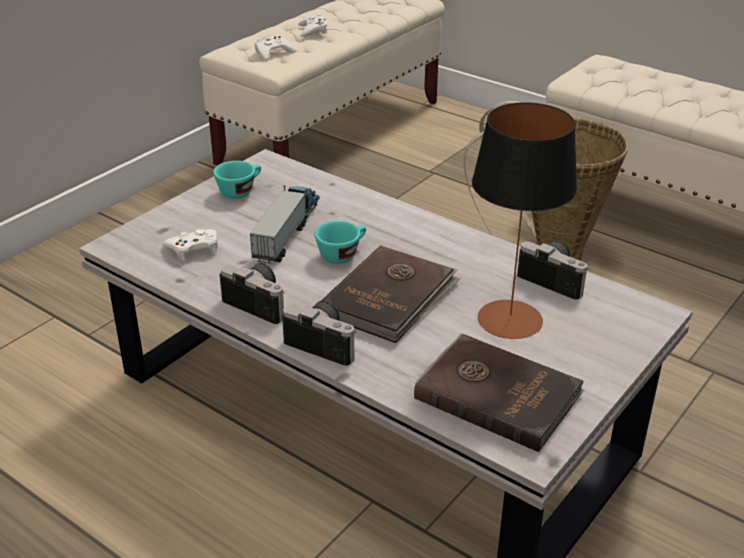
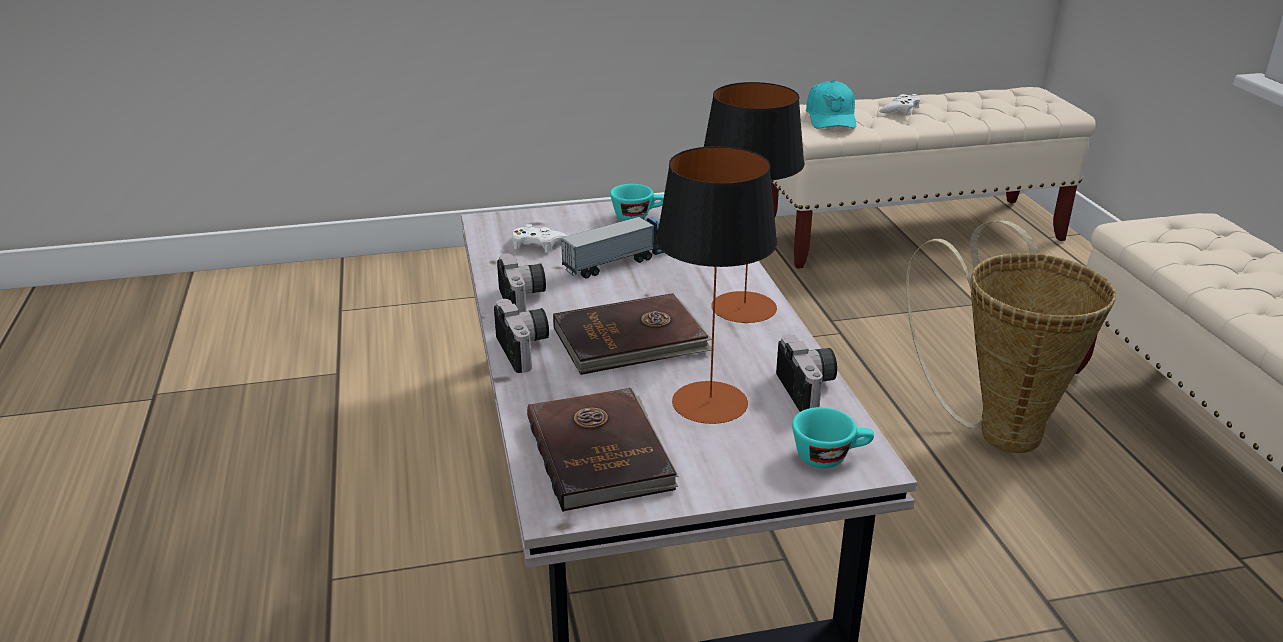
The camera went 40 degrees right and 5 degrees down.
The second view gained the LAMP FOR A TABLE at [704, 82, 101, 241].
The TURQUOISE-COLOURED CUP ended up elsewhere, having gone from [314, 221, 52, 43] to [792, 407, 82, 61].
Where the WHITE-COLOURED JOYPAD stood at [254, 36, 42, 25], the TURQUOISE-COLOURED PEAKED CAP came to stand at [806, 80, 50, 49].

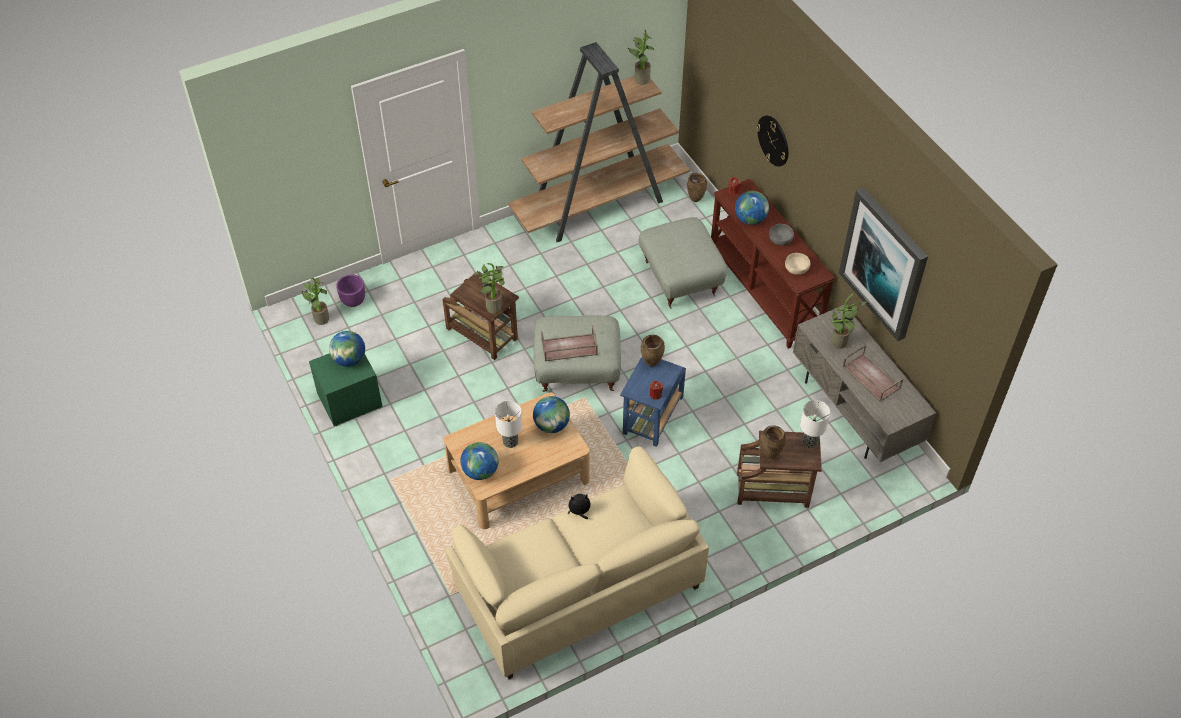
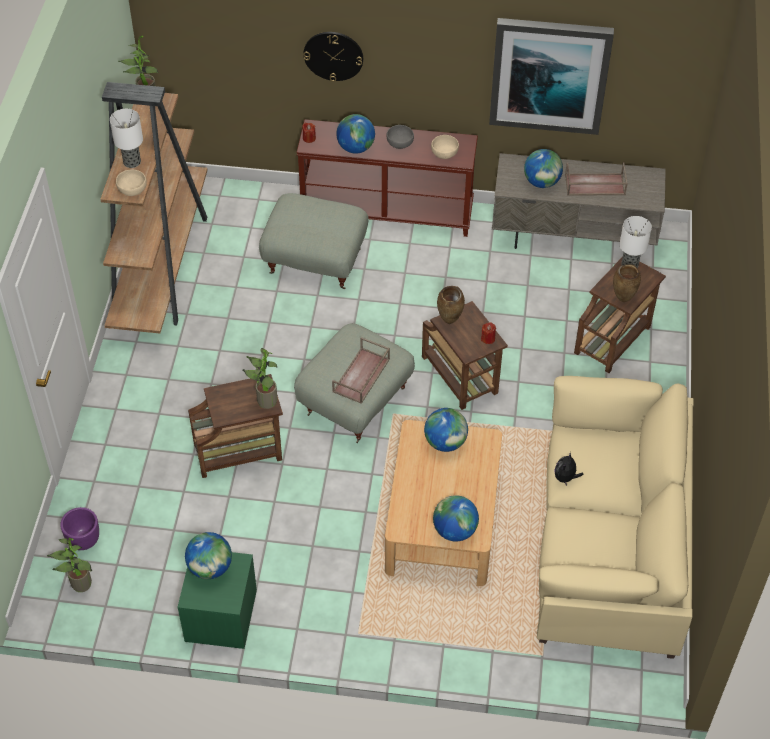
The camera went 55 degrees left and 0 degrees up.
The second view lost the BROWNISH VASE at [687, 173, 20, 29].
The second view gained the BEIGE BOWL at [116, 170, 31, 26].
The LAMP FOR A TABLE ended up elsewhere, having gone from [495, 401, 27, 47] to [110, 109, 33, 59].
Where the HOUSEPLANT stood at [831, 293, 36, 56], the DESK GLOBE came to stand at [524, 149, 39, 39].
What was the BLUISH ACCENT TABLE at [620, 357, 66, 90] turned into the BROWNISH ACCENT TABLE at [422, 301, 86, 109].

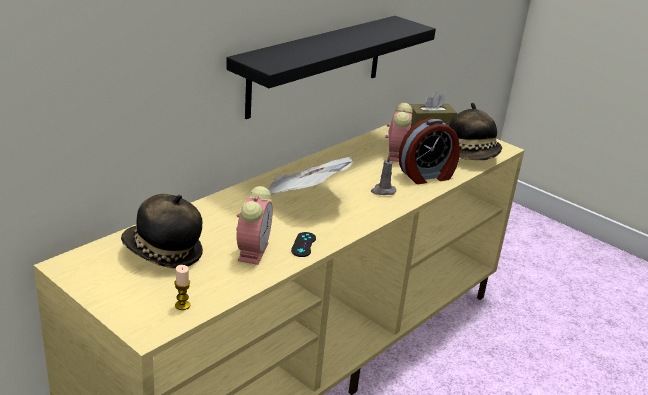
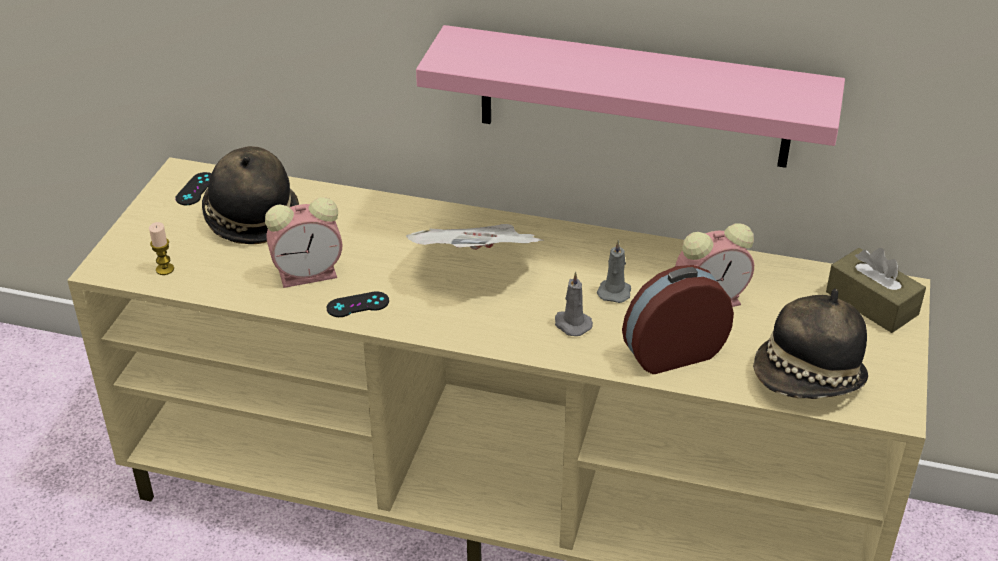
The camera went 65 degrees right and 10 degrees up.
The second view gained the BLACK JOYPAD at [175, 172, 37, 33].
The second view gained the GREYISH WAX CANDLE at [597, 239, 34, 64].
What was the BLACK SHELF at [226, 16, 210, 103] turned into the PINK SHELF at [416, 25, 429, 143].
The ALARM CLOCK at [398, 118, 62, 66] ended up facing another way, 120 degrees clockwise from before.

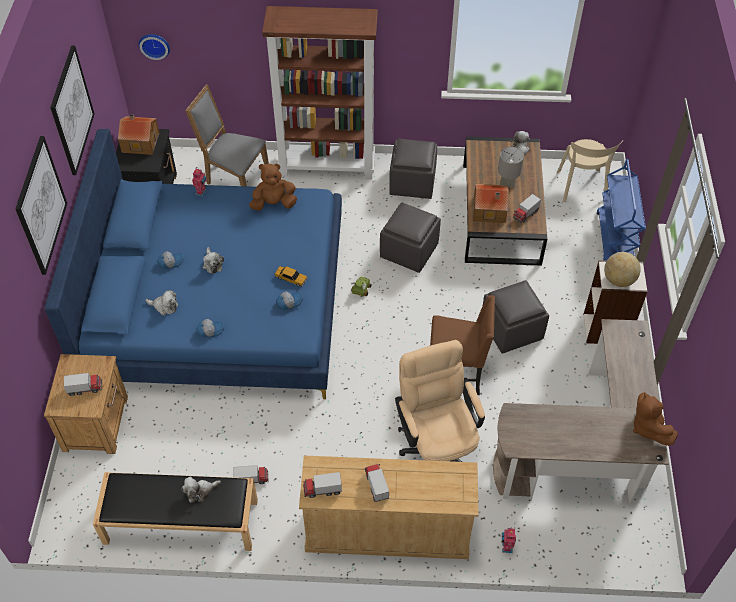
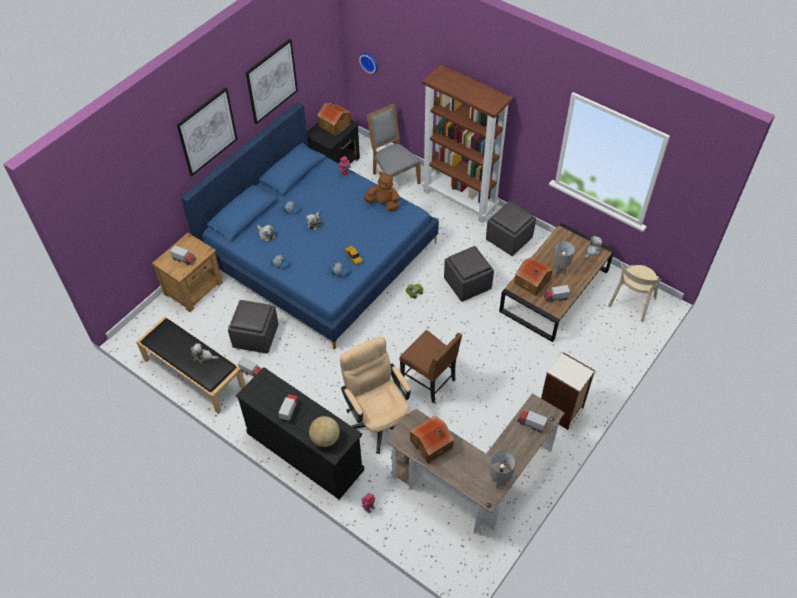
The camera went 35 degrees right and 0 degrees up.
The second view lost the BLUISH CART at [597, 159, 49, 101].
The second view gained the MODEL HOUSE at [410, 416, 44, 47].
The MODEL TRUCK ended up elsewhere, having gone from [303, 472, 39, 26] to [517, 410, 31, 23].
The GREYISH POUFFE ended up elsewhere, having gone from [482, 280, 67, 73] to [228, 300, 50, 54].
The DESK GLOBE ended up elsewhere, having gone from [604, 252, 37, 35] to [309, 416, 31, 31].
Where the BROWNISH CUDDLY TOY stood at [633, 392, 45, 54], the GREYISH LAMP FOR A TABLE came to stand at [489, 451, 26, 38].
What was the BEIGE CHEST OF DRAWERS at [299, 456, 180, 103] turned into the BLACK CHEST OF DRAWERS at [236, 367, 128, 132].
The BEIGE COMPUTER CHAIR at [395, 340, 90, 122] ended up facing another way, 45 degrees counterclockwise from before.

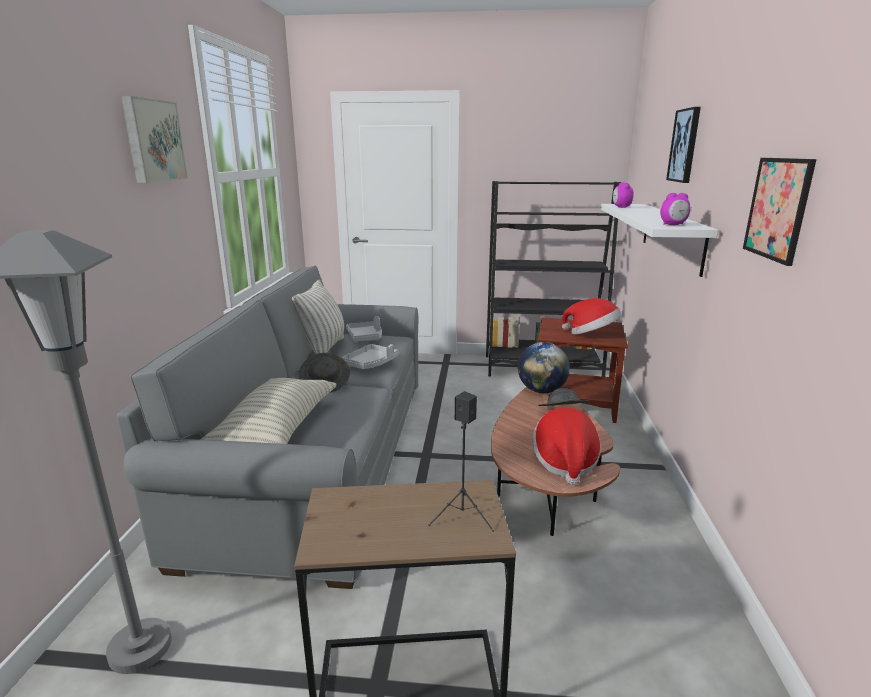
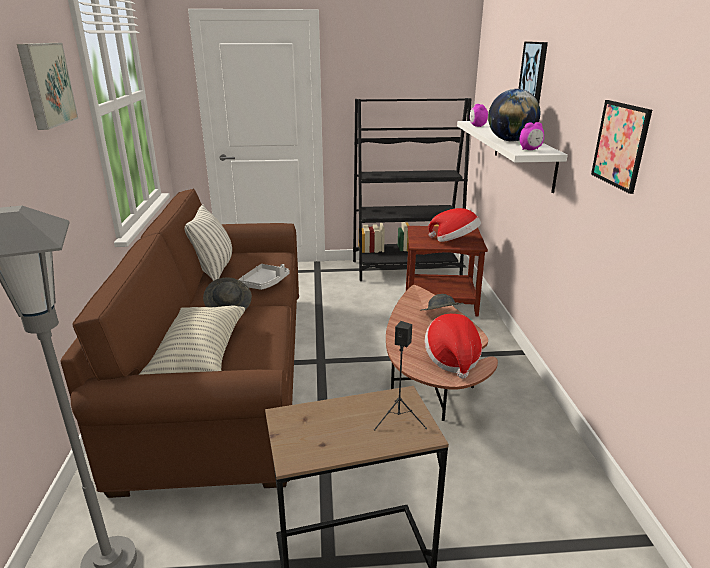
The camera went 10 degrees left and 5 degrees up.
The second view lost the GREYISH CARRYING TRAY at [346, 316, 36, 26].
The DESK GLOBE ended up elsewhere, having gone from [518, 342, 52, 51] to [488, 89, 52, 53].
What was the GREYISH SOFA at [117, 265, 302, 324] turned into the BROWNISH SOFA at [61, 189, 238, 309].

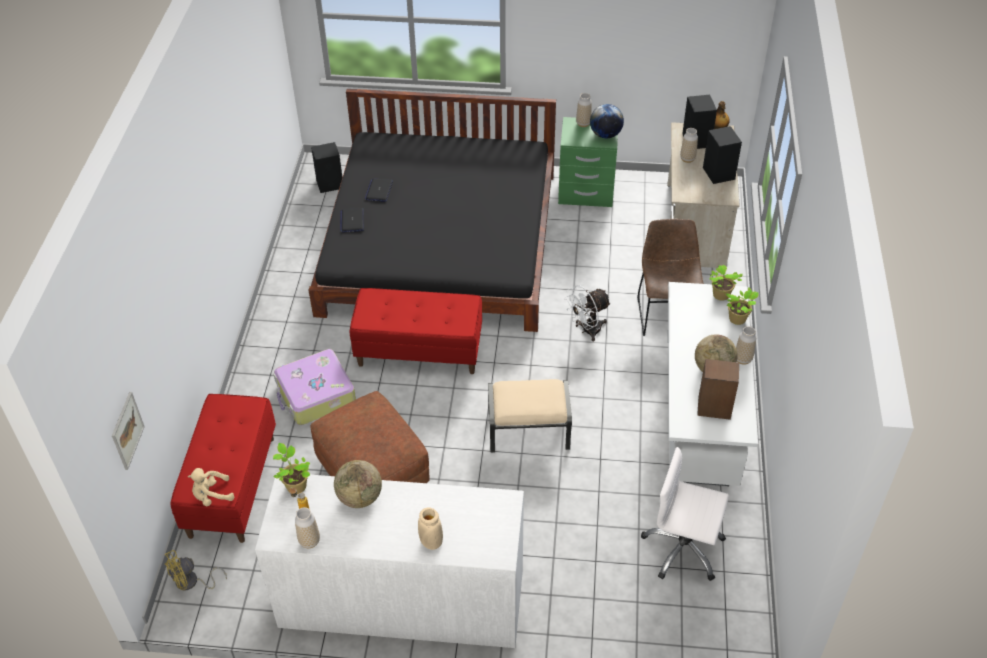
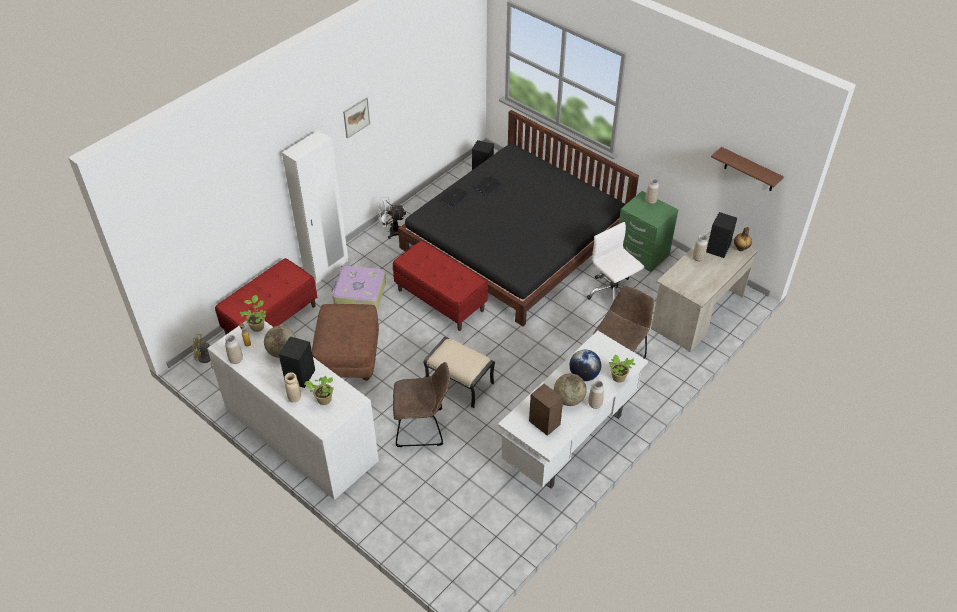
The camera went 35 degrees right and 0 degrees up.
The second view lost the BEIGE CUDDLY TOY at [188, 468, 46, 38].
The second view gained the WHITE-COLOURED ARMOIRE at [282, 130, 66, 154].
The second view gained the BROWNISH UPRIGHT CHAIR at [393, 362, 57, 85].
The second view gained the BROWNISH SHELF at [711, 147, 73, 44].
The WALL PICTURE ended up elsewhere, having gone from [112, 392, 33, 78] to [343, 97, 27, 42].
The WHITE-COLOURED COOLING FAN ended up elsewhere, having gone from [564, 285, 47, 56] to [378, 197, 28, 42].
The DESK GLOBE ended up elsewhere, having gone from [590, 104, 34, 34] to [569, 350, 32, 31].
The WHITE-COLOURED COMPUTER CHAIR ended up elsewhere, having gone from [641, 447, 88, 134] to [587, 222, 57, 79].
The BLACK AUDIO SPEAKER ended up elsewhere, having gone from [703, 126, 39, 58] to [279, 336, 36, 52].
The HOUSEPLANT ended up elsewhere, having gone from [709, 264, 34, 37] to [304, 376, 30, 29].

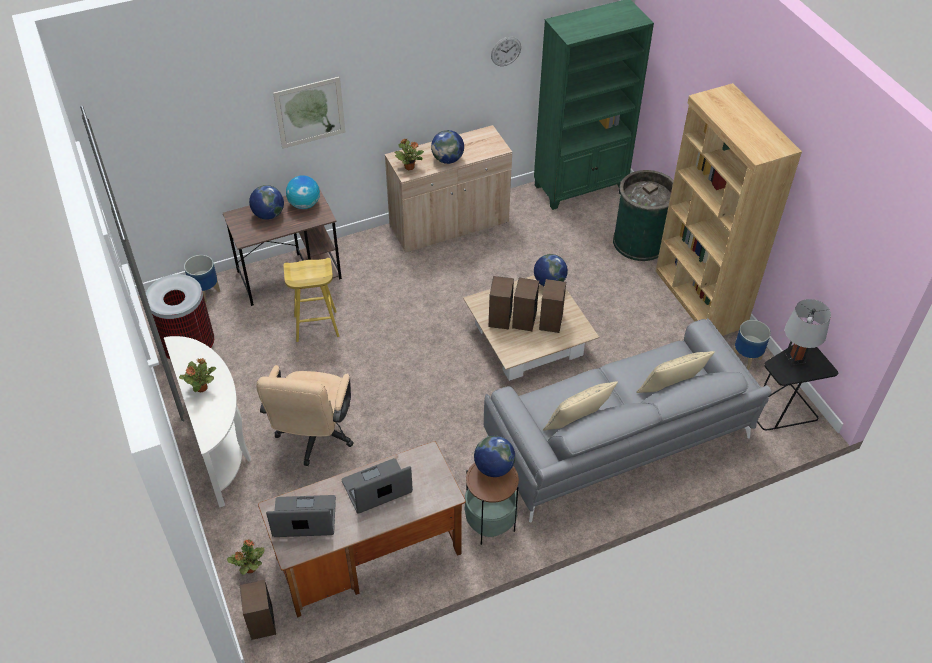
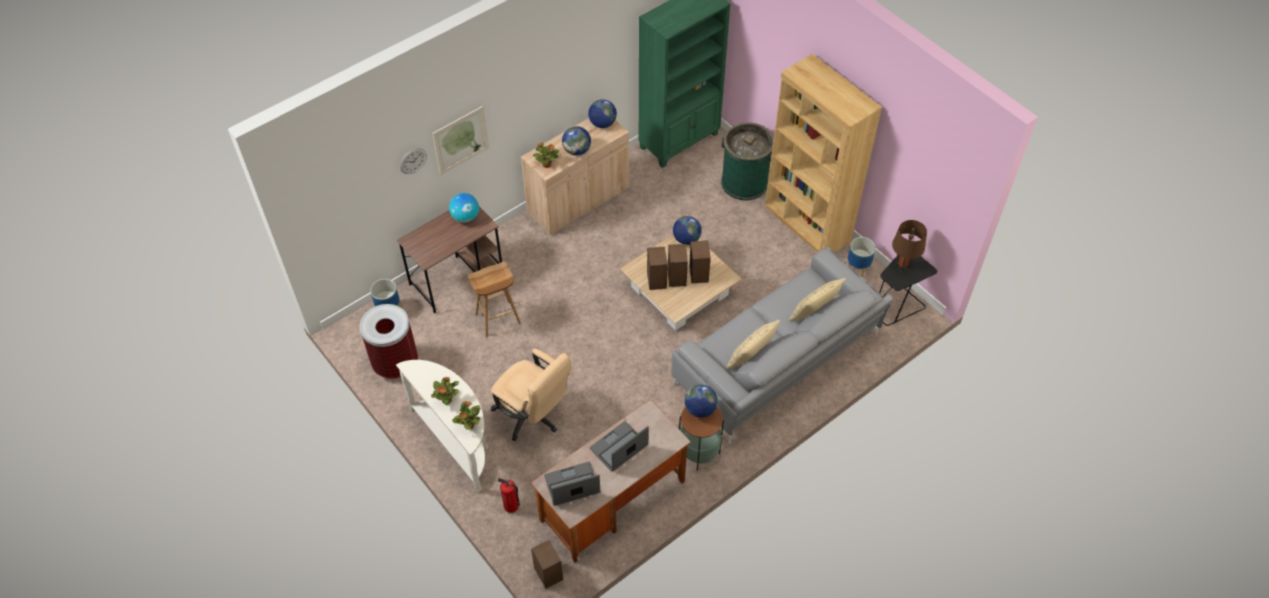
The camera went 15 degrees left and 5 degrees up.
The second view gained the EXTINGUISHER at [498, 477, 22, 36].
The HOUSEPLANT ended up elsewhere, having gone from [227, 539, 38, 36] to [452, 401, 29, 29].
The DESK GLOBE ended up elsewhere, having gone from [249, 185, 35, 35] to [588, 99, 29, 29].
The WALL CLOCK ended up elsewhere, having gone from [491, 37, 30, 29] to [400, 148, 27, 26].
What was the YELLOW STOOL SEAT at [283, 258, 56, 84] turned into the BROWNISH STOOL SEAT at [468, 261, 53, 76].
What was the GREYISH LAMP FOR A TABLE at [785, 299, 46, 67] turned into the BROWNISH LAMP FOR A TABLE at [892, 220, 35, 53].
The BEIGE COMPUTER CHAIR at [256, 365, 98, 101] ended up facing another way, 45 degrees counterclockwise from before.

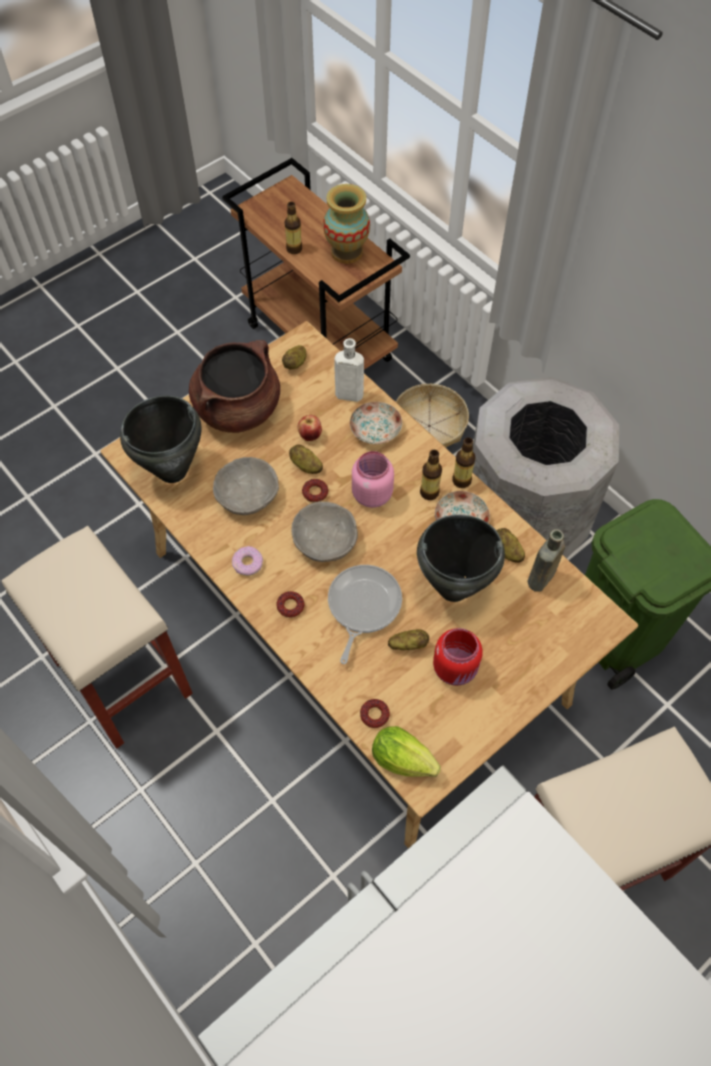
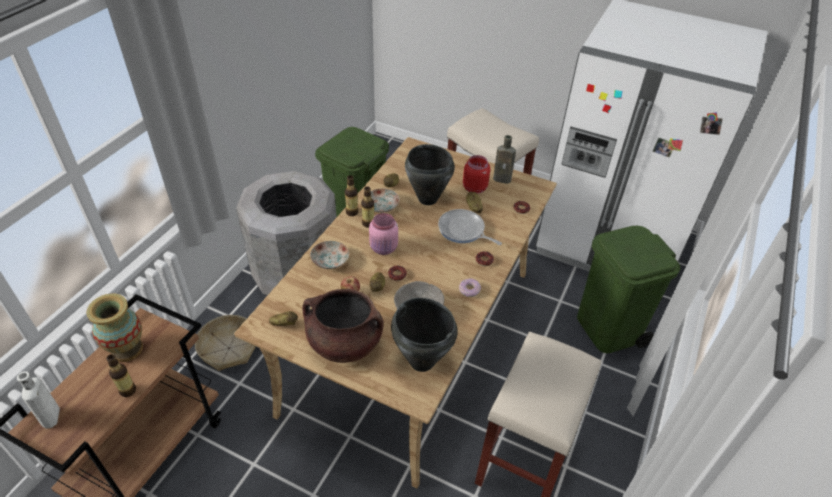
The camera went 115 degrees left and 15 degrees down.
The second view lost the GREYISH BOWL at [291, 502, 67, 60].
The second view lost the HEAD OF LETTUCE at [372, 726, 69, 51].
The second view gained the GREEN-COLOURED TRASH CAN at [577, 226, 103, 127].
The WHITE-COLOURED BEVERAGE BOTTLE ended up elsewhere, having gone from [334, 338, 30, 64] to [17, 371, 43, 58].
The BROWNISH BEVERAGE BOTTLE ended up elsewhere, having gone from [528, 529, 37, 63] to [493, 135, 23, 49].
The SKILLET at [328, 565, 74, 99] ended up facing another way, 45 degrees clockwise from before.

